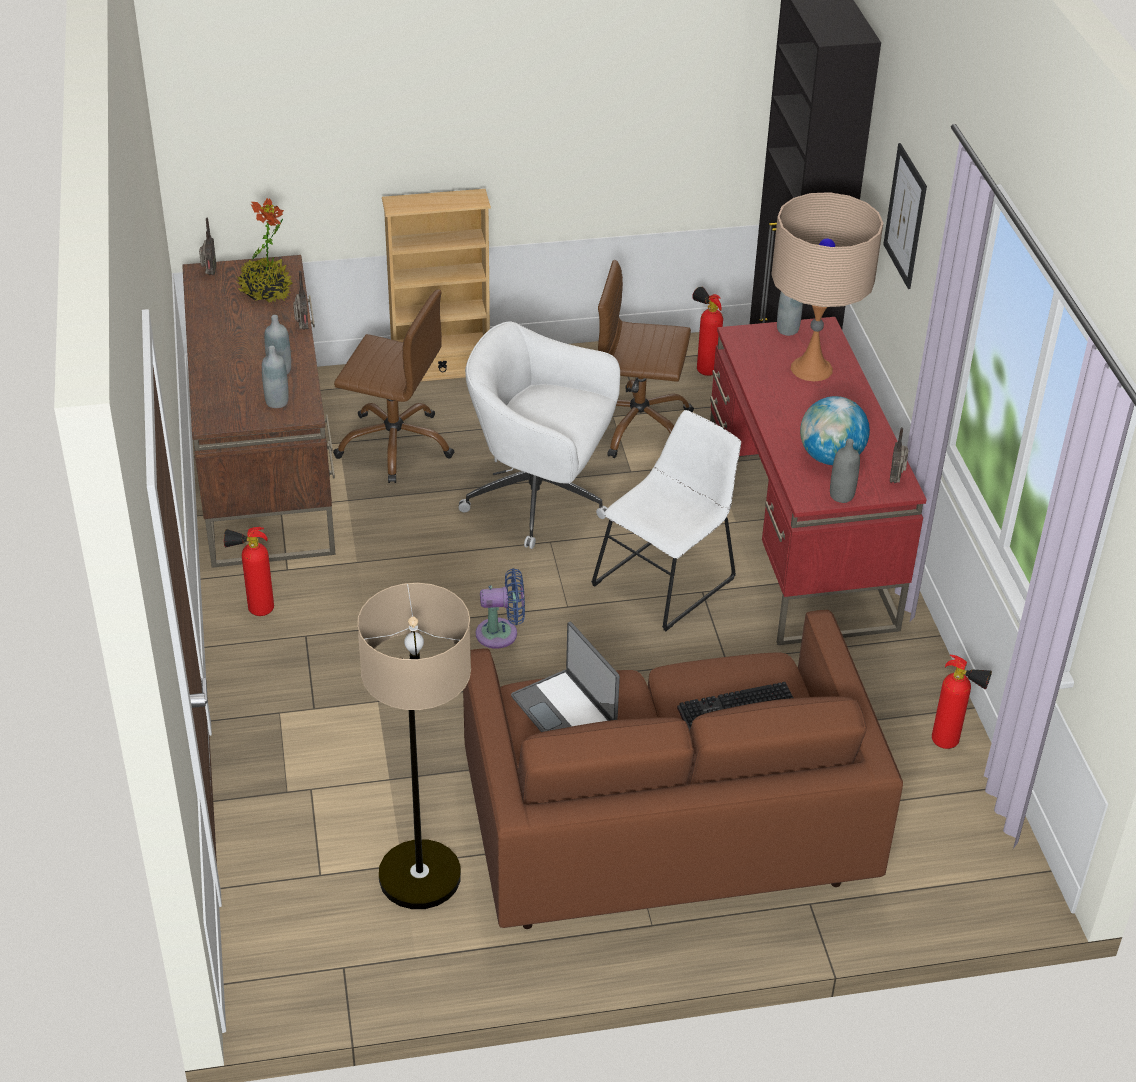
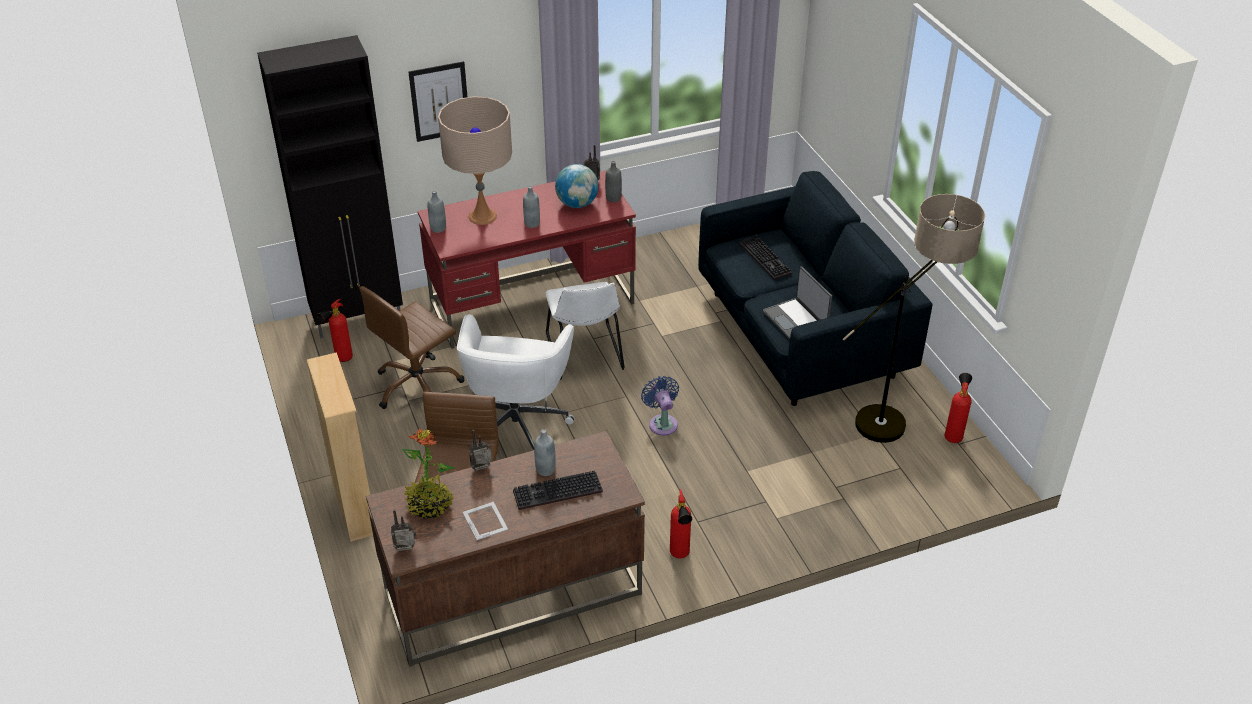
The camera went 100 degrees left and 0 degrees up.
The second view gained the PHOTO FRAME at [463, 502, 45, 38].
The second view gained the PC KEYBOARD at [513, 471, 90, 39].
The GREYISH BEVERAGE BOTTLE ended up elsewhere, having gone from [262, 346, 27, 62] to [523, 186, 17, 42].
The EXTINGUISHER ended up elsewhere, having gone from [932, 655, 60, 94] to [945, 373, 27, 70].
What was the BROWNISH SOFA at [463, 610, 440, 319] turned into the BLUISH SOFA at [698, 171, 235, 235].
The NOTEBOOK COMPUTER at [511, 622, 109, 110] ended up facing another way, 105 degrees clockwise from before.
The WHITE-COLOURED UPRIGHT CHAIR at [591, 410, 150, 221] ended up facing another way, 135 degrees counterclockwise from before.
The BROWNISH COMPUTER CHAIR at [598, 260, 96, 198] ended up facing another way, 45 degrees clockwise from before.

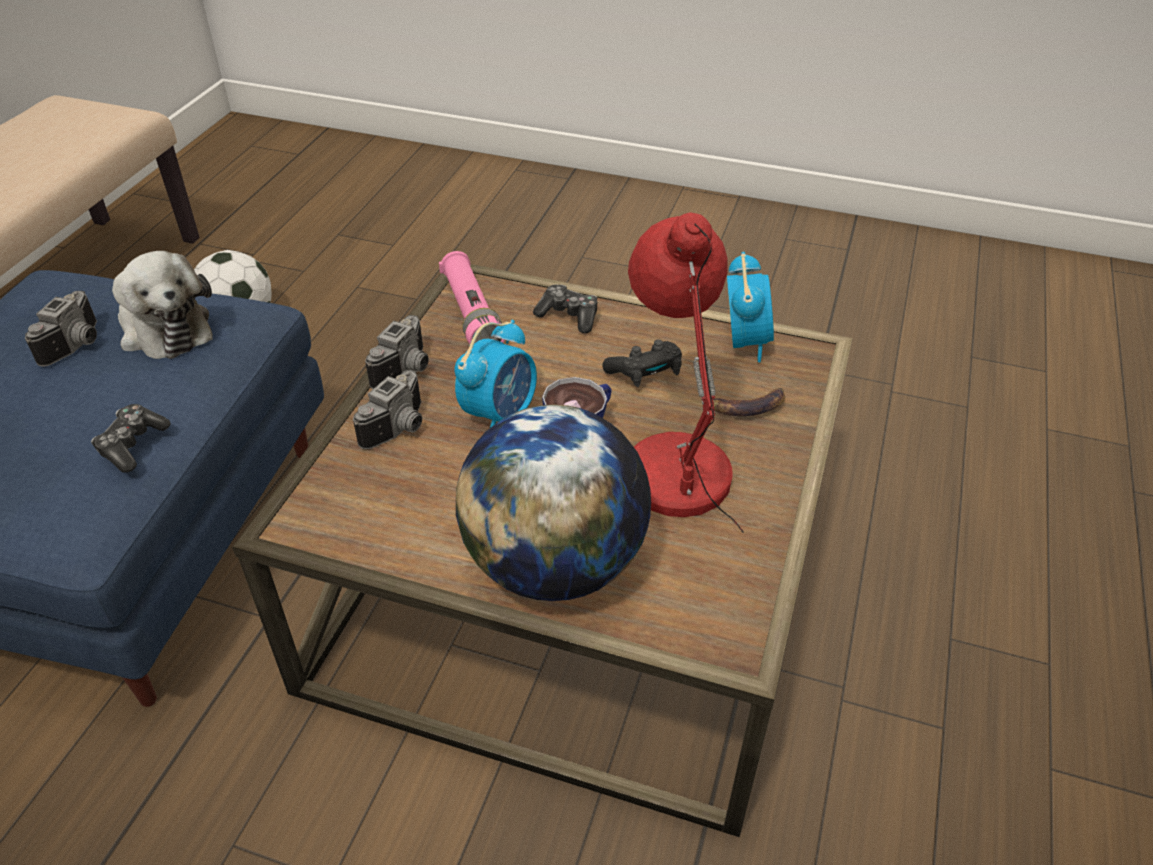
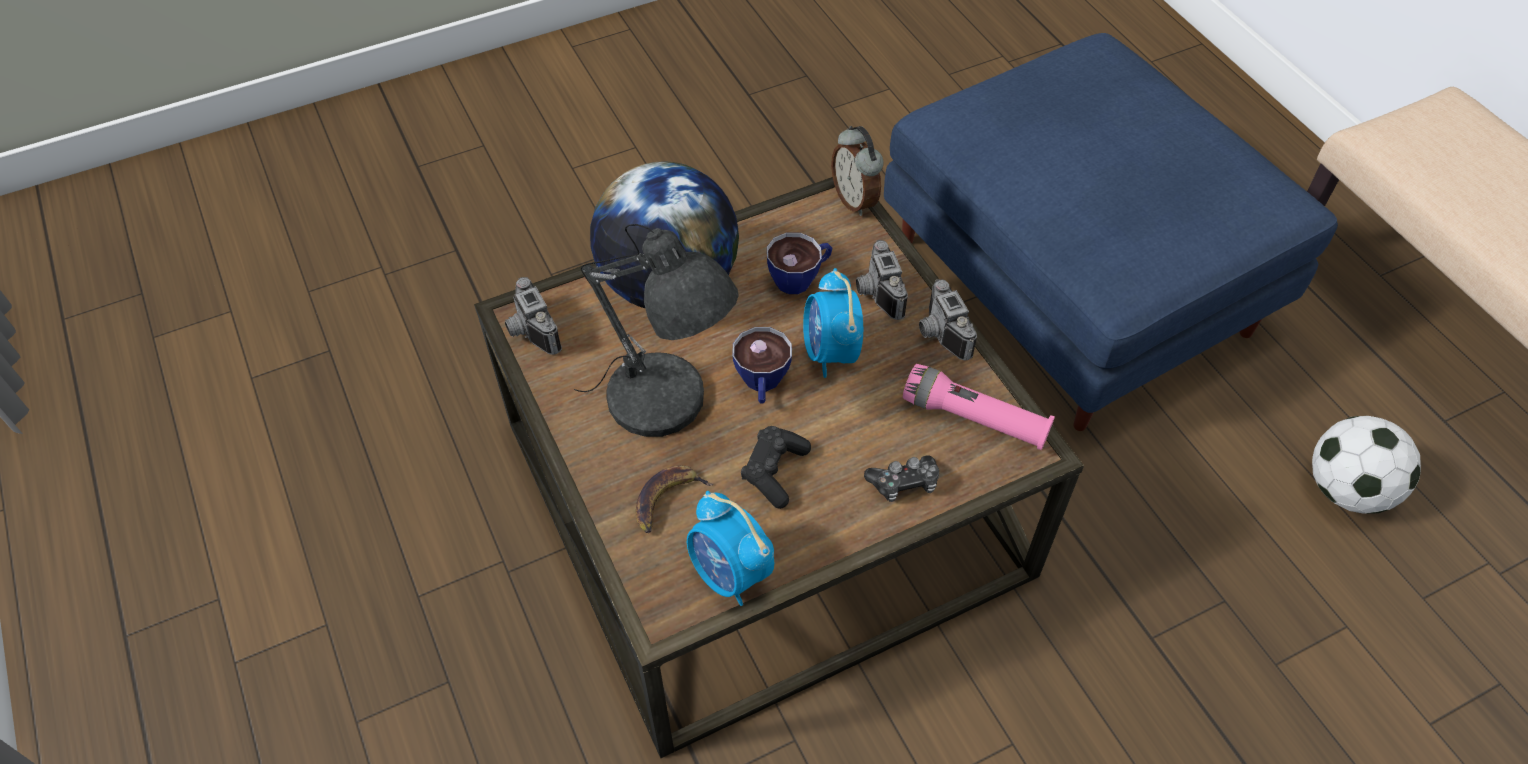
The camera went 135 degrees right and 10 degrees up.
The second view lost the JOYPAD at [91, 404, 80, 69].
The second view lost the CUDDLY TOY at [112, 251, 101, 108].
The second view gained the CUP at [767, 232, 66, 62].
The second view gained the ALARM CLOCK at [831, 126, 53, 90].
The PHOTO CAMERA ended up elsewhere, having gone from [25, 291, 72, 76] to [505, 277, 57, 78].
What was the RED LAMP FOR A TABLE at [628, 213, 116, 320] turned into the GREYISH LAMP FOR A TABLE at [574, 224, 165, 213].

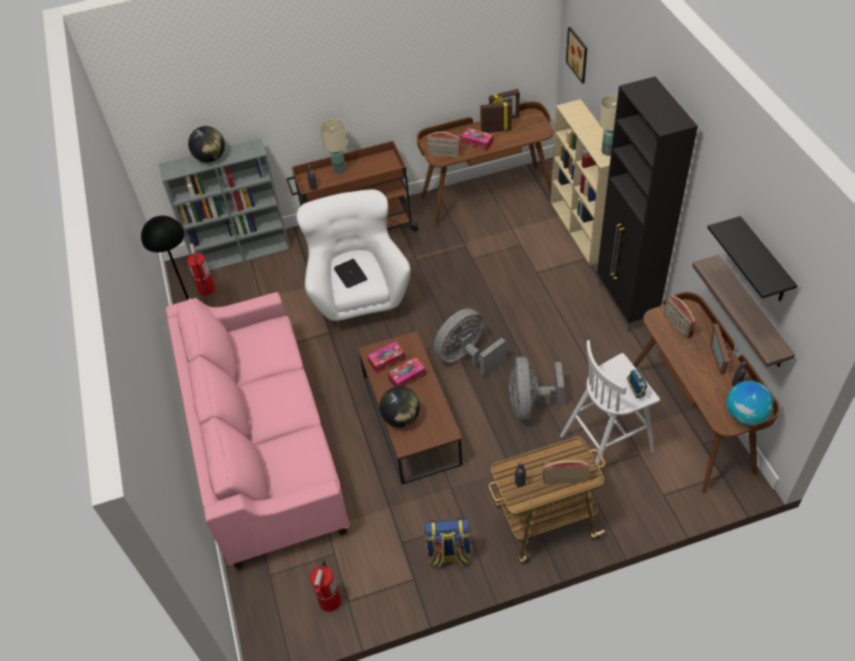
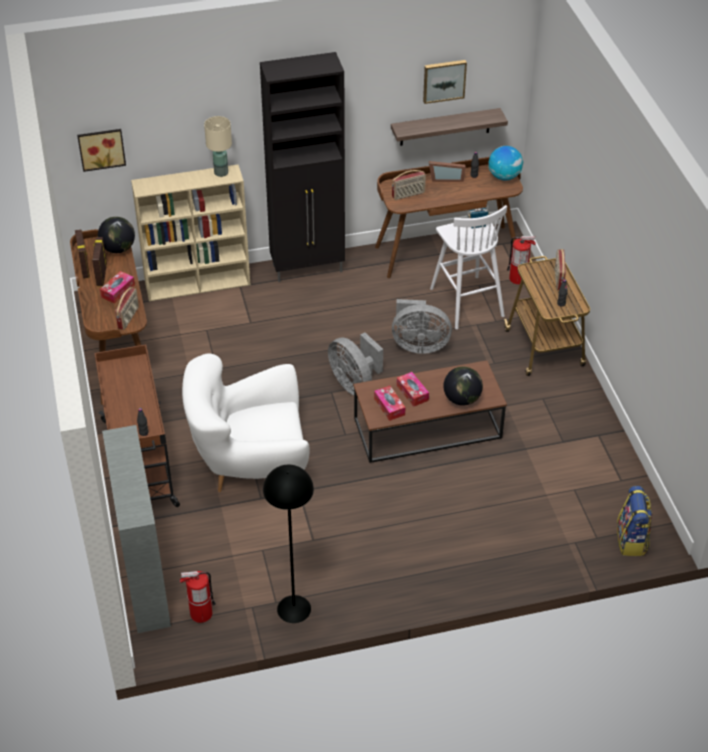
The camera went 90 degrees left and 5 degrees down.
The second view lost the PINK SOFA at [165, 292, 185, 277].
The second view lost the BEIGE LAMP FOR A TABLE at [320, 119, 27, 55].
The second view lost the NOTEBOOK COMPUTER at [334, 259, 33, 29].
The DESK GLOBE ended up elsewhere, having gone from [188, 126, 37, 36] to [98, 217, 37, 36].
The EXTINGUISHER ended up elsewhere, having gone from [310, 561, 31, 51] to [507, 236, 29, 48].
The BACKPACK ended up elsewhere, having gone from [424, 518, 48, 50] to [617, 486, 35, 70].
Where the BLACK SHELF hung at [707, 216, 91, 85], the WALL PICTURE came to hang at [423, 60, 44, 44].

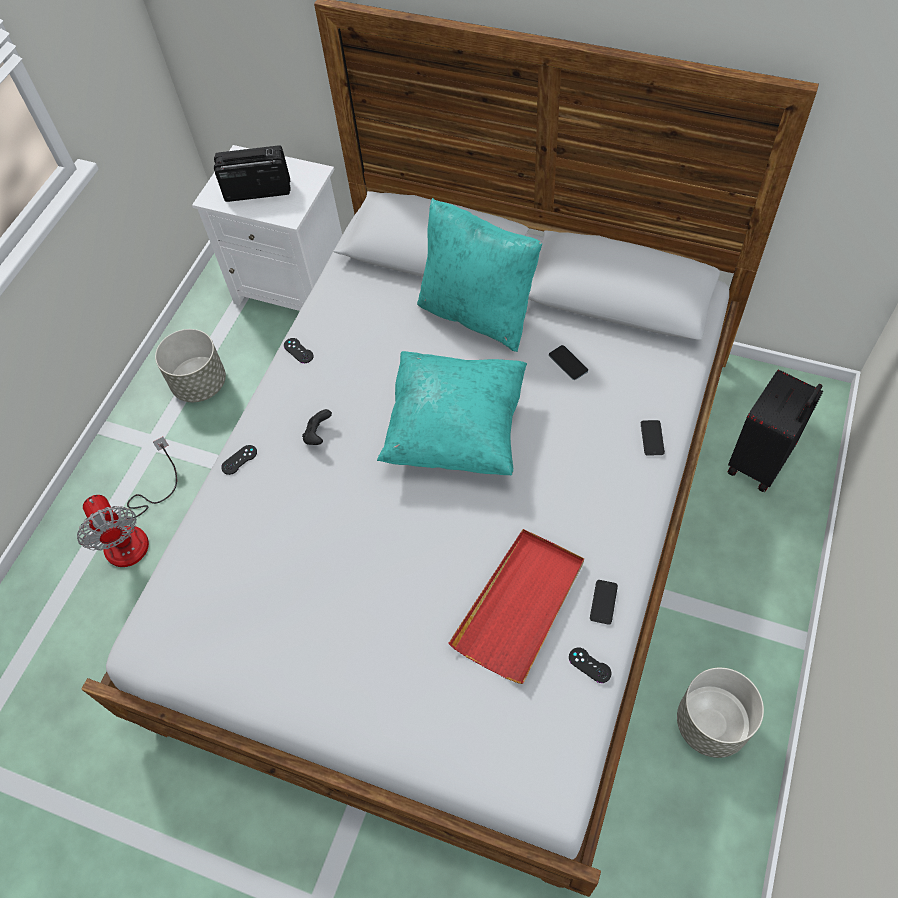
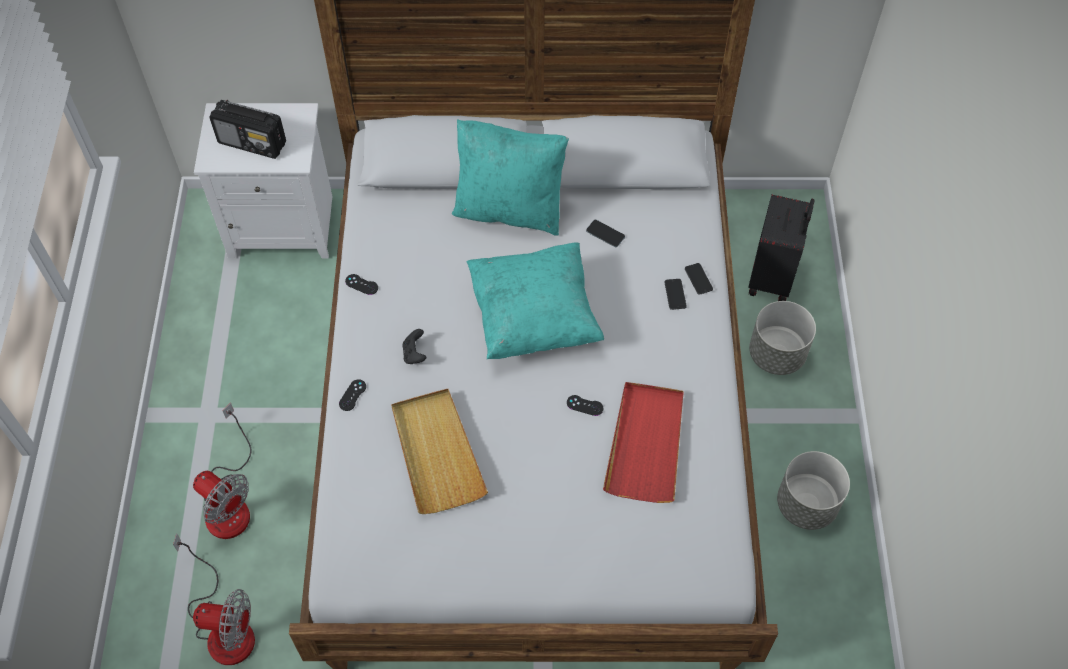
The camera went 25 degrees left and 0 degrees up.
The second view gained the COOLING FAN at [173, 533, 82, 132].
The second view gained the BEIGE CARRYING TRAY at [391, 389, 97, 125].
The GREYISH PLANTER ended up elsewhere, having gone from [155, 329, 71, 73] to [749, 301, 67, 74].
The BLACK JOYPAD ended up elsewhere, having gone from [569, 647, 43, 36] to [567, 395, 36, 21].
The PHONE ended up elsewhere, having gone from [590, 580, 28, 45] to [664, 279, 23, 31].
The RADIO RECEIVER at [214, 145, 77, 57] ended up facing another way, 135 degrees counterclockwise from before.

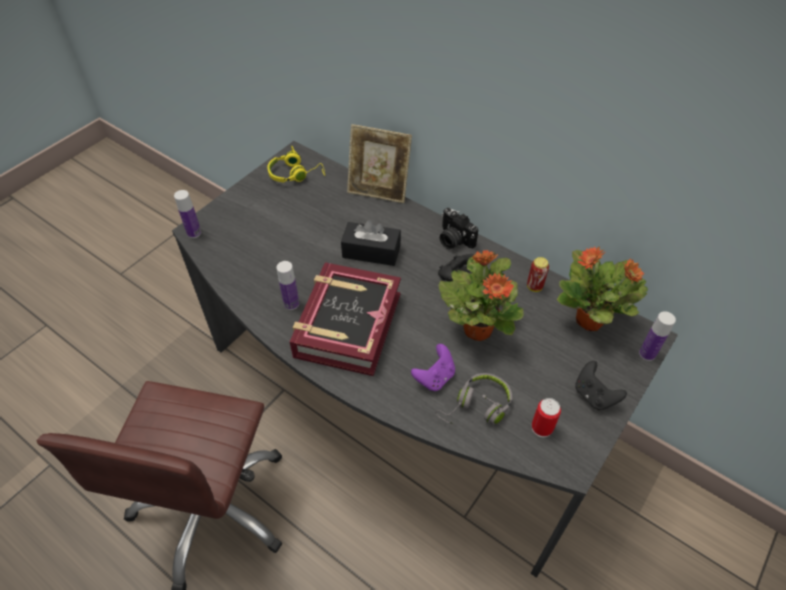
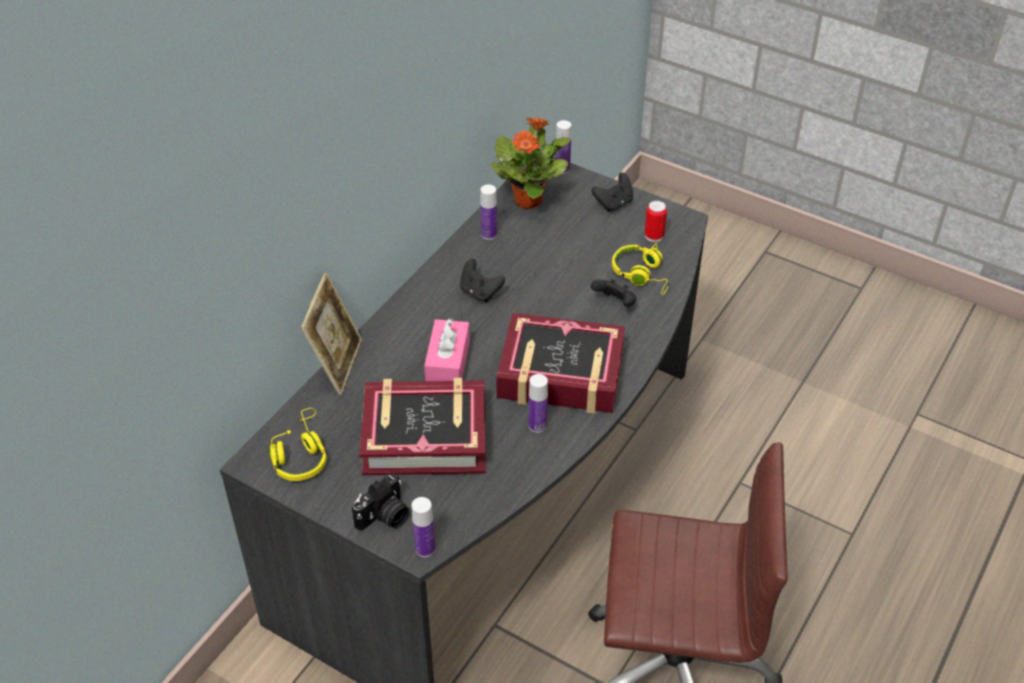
The camera went 95 degrees left and 5 degrees down.
The second view lost the HOUSEPLANT at [438, 250, 86, 91].
The second view gained the VOLUME at [359, 378, 127, 97].
The PHOTO CAMERA ended up elsewhere, having gone from [440, 208, 38, 41] to [352, 473, 57, 58].
Where the SEALED CAN stood at [527, 257, 22, 35], the BEVERAGE BOTTLE came to stand at [480, 184, 17, 56].
What was the BLACK BOX OF TISSUES at [341, 220, 60, 46] turned into the PINK BOX OF TISSUES at [424, 318, 46, 63].
What was the PURPLISH JOYPAD at [411, 344, 44, 47] turned into the BLACK JOYPAD at [591, 279, 46, 28].
What was the GREYISH PAIR OF HEADPHONES at [435, 373, 77, 51] turned into the YELLOW PAIR OF HEADPHONES at [612, 243, 59, 52].

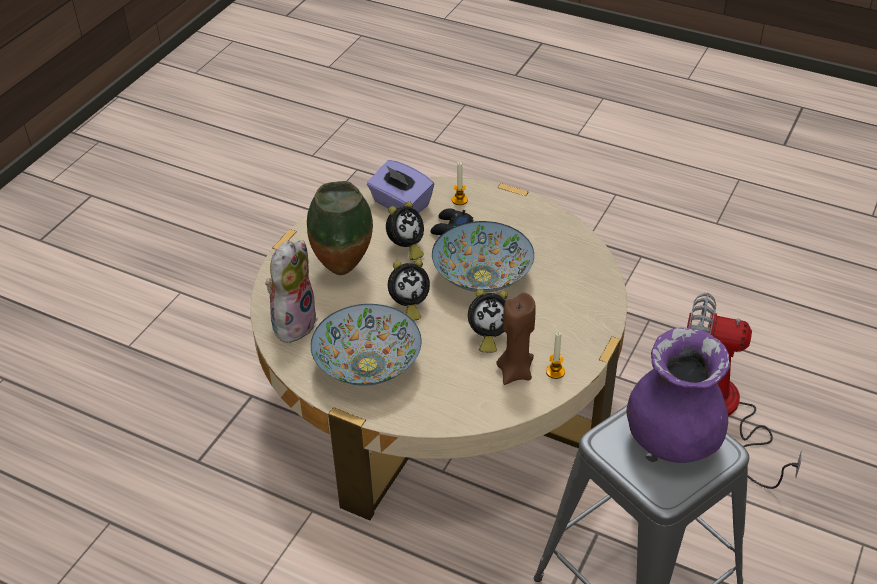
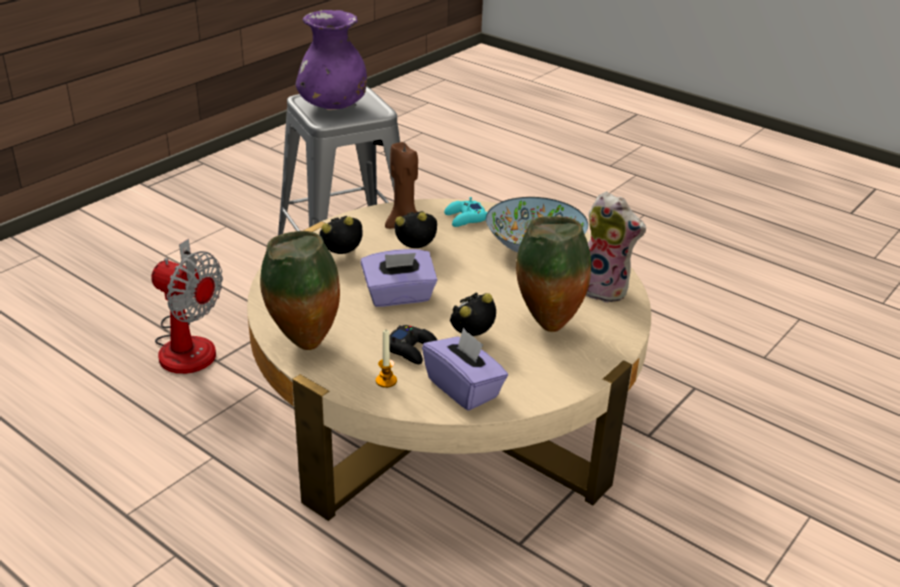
The camera went 170 degrees left and 10 degrees down.
The second view lost the WAX CANDLE at [546, 332, 19, 47].
The second view gained the VASE at [260, 231, 80, 119].
The second view gained the TURQUOISE-COLOURED JOYPAD at [444, 197, 43, 30].
The ALARM CLOCK ended up elsewhere, having gone from [388, 259, 42, 62] to [319, 216, 44, 38].
Where the BOWL stood at [432, 221, 102, 71], the PURPLISH BOX OF TISSUES came to stand at [360, 249, 78, 58].
The CUDDLY TOY at [265, 240, 53, 103] ended up facing another way, 90 degrees counterclockwise from before.

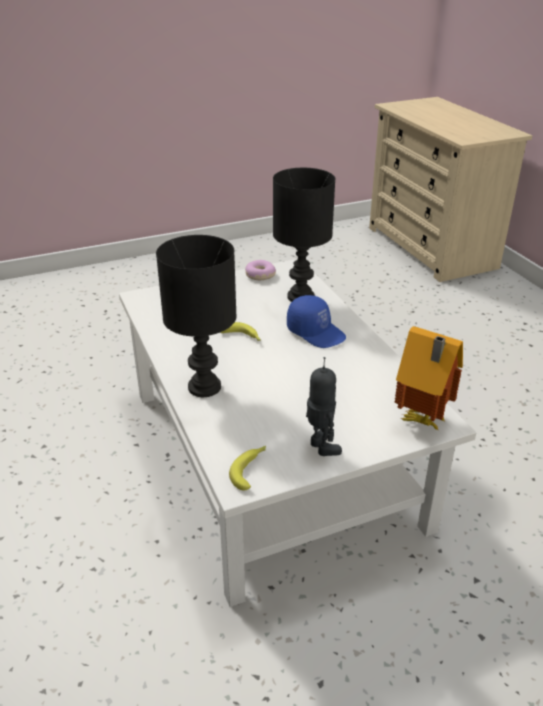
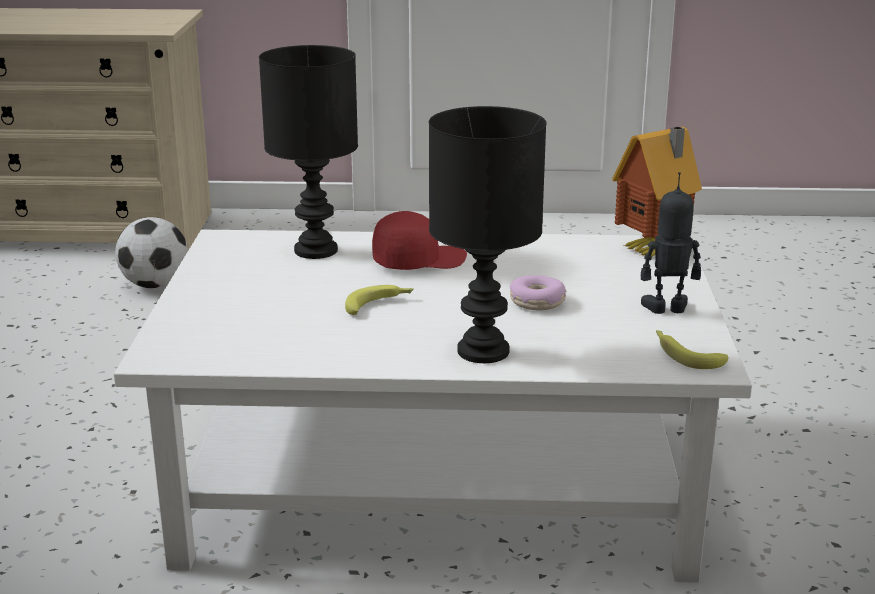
The camera went 65 degrees left and 10 degrees down.
The second view gained the BALL FOR FOOTBALL at [115, 217, 73, 71].
The DOUGHNUT ended up elsewhere, having gone from [245, 260, 31, 20] to [510, 275, 56, 36].
What was the BLUISH PEAKED CAP at [287, 295, 59, 53] turned into the RED PEAKED CAP at [372, 211, 95, 59].

